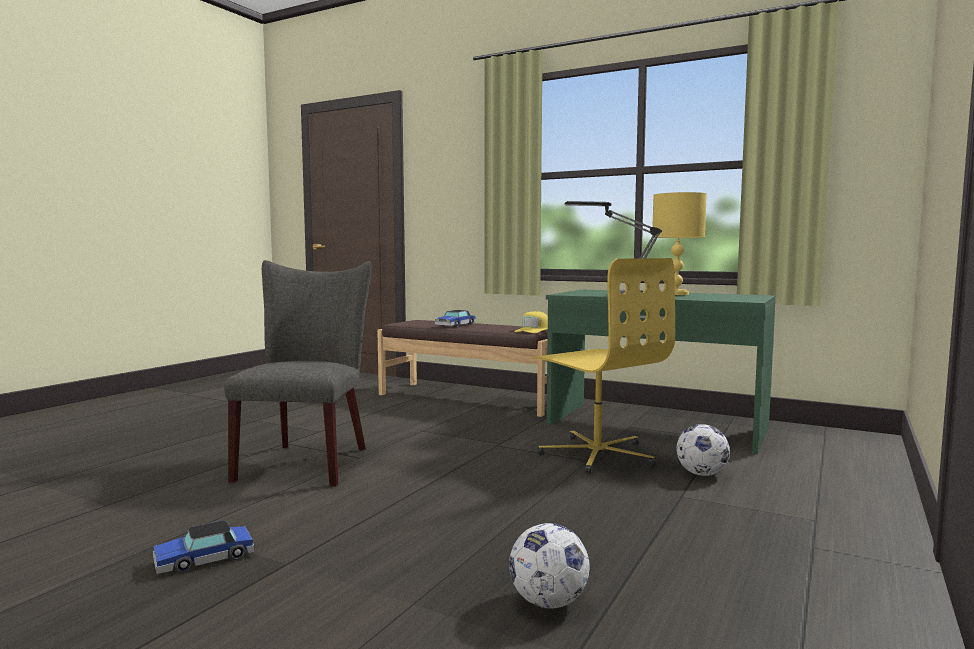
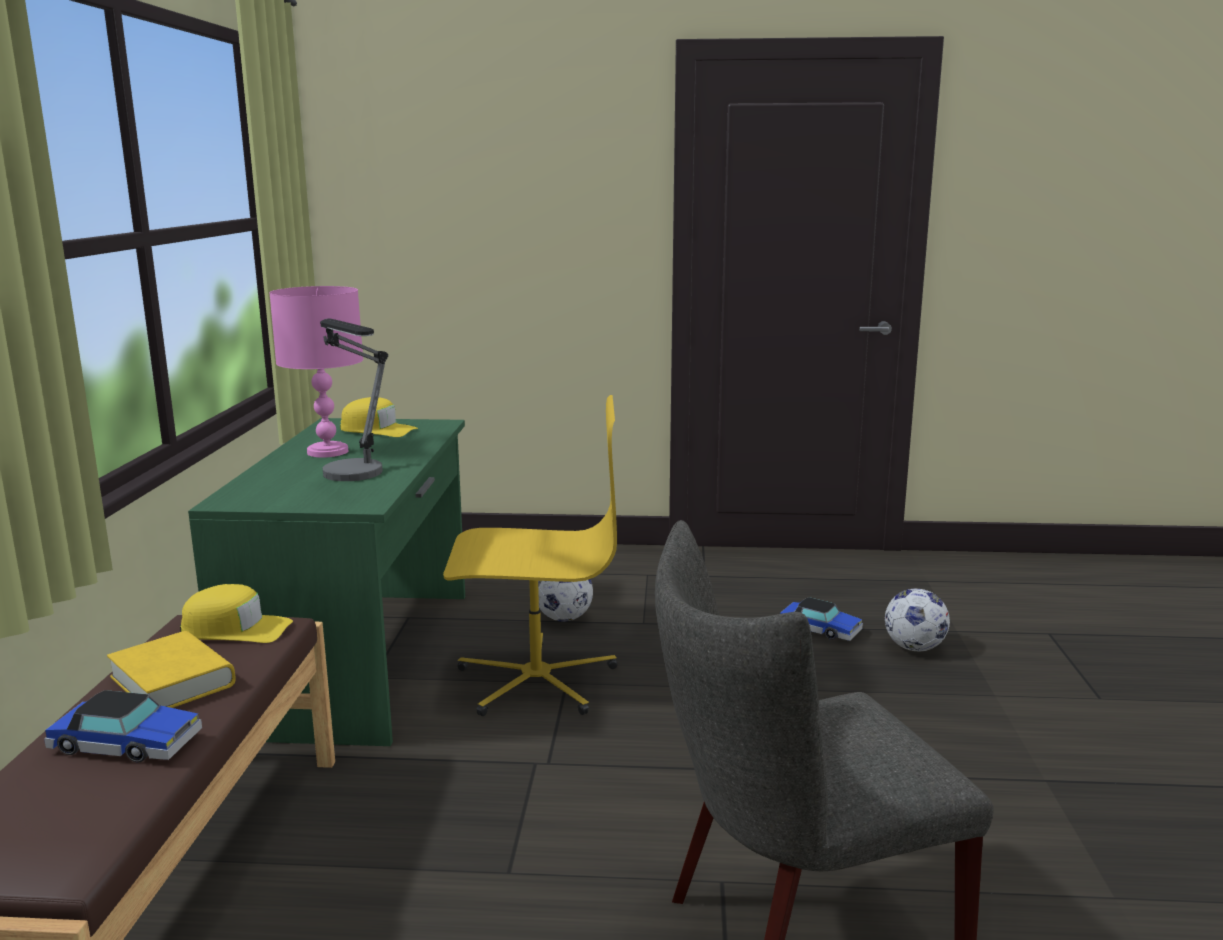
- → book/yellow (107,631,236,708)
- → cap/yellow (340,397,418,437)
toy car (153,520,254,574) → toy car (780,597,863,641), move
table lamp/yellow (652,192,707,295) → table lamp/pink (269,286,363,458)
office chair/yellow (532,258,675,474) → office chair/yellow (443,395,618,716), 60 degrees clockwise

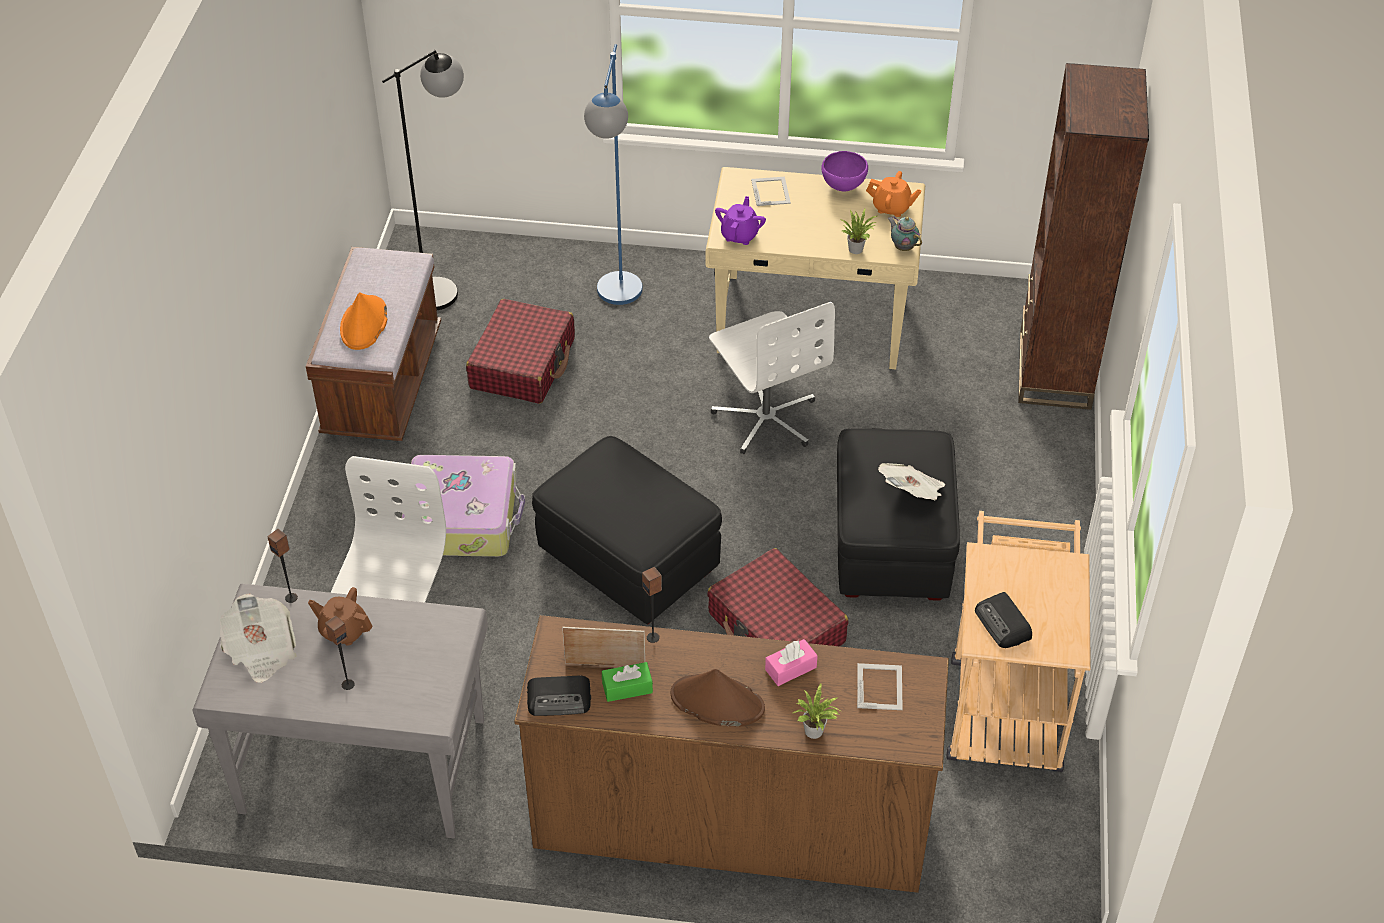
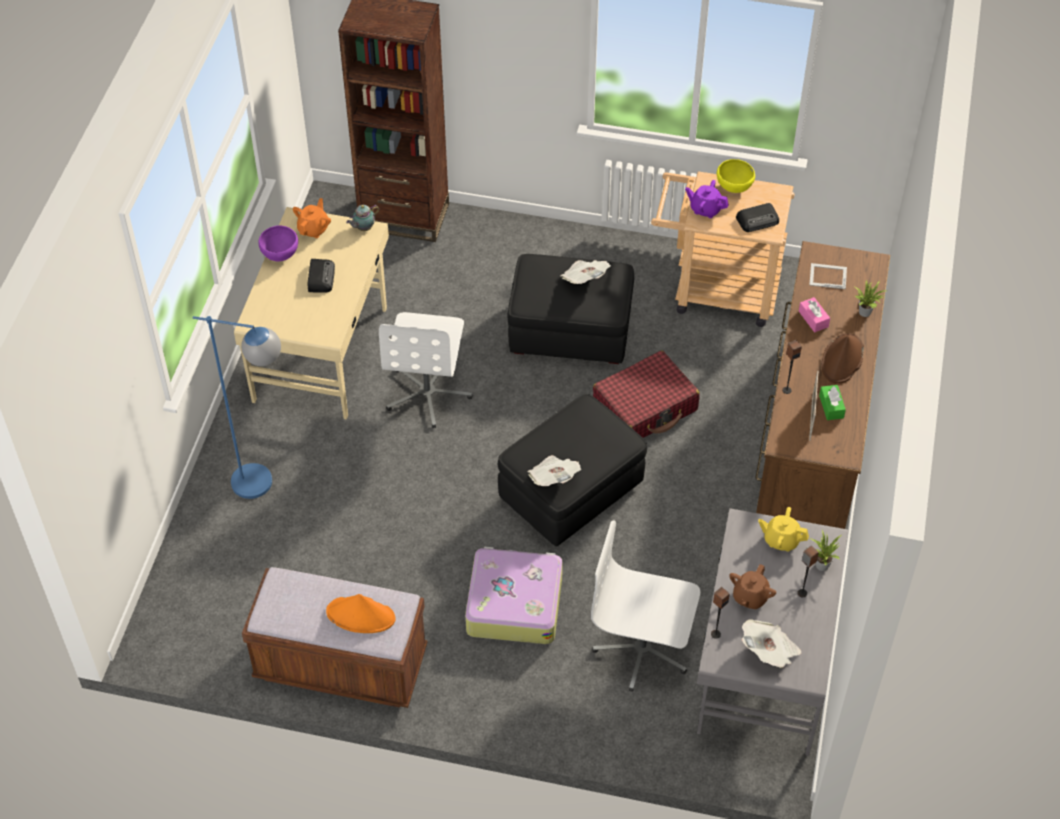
floor lamp/black (382,50,464,310) → -
suitcase/red (466,299,575,404) → -
picture frame (751,177,791,206) → -
- → newspaper (527,455,581,486)
- → bowl/yellow (717,159,755,193)
- → teapot/yellow (758,507,809,551)
radio (527,676,591,716) → radio (308,259,335,293), move
teapot/purple (715,196,766,245) → teapot/purple (685,180,729,218), move
potted plant (840,209,877,254) → potted plant (809,530,841,571), move
office chair/white (709,302,835,454) → office chair/white (379,312,473,428), 120 degrees clockwise

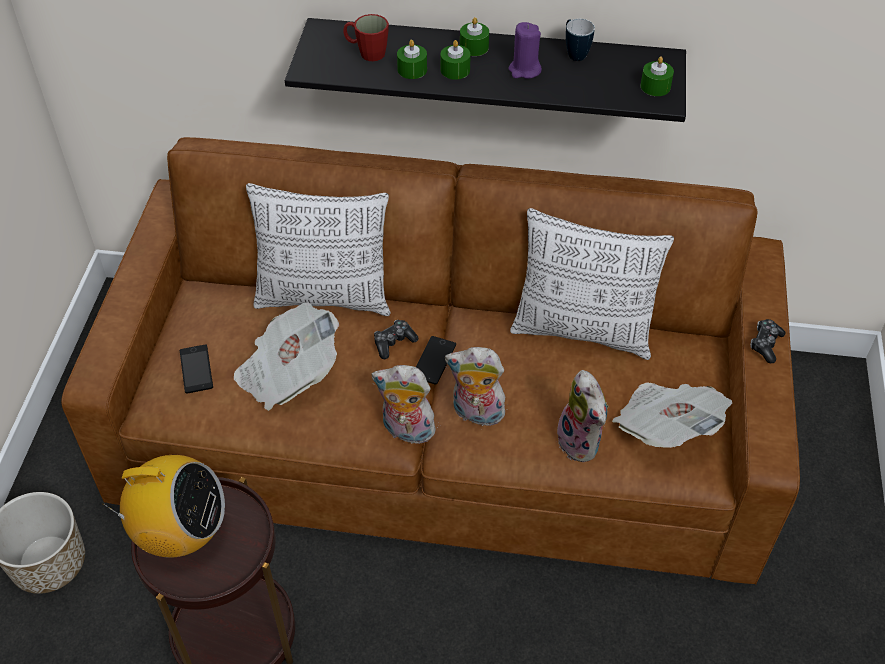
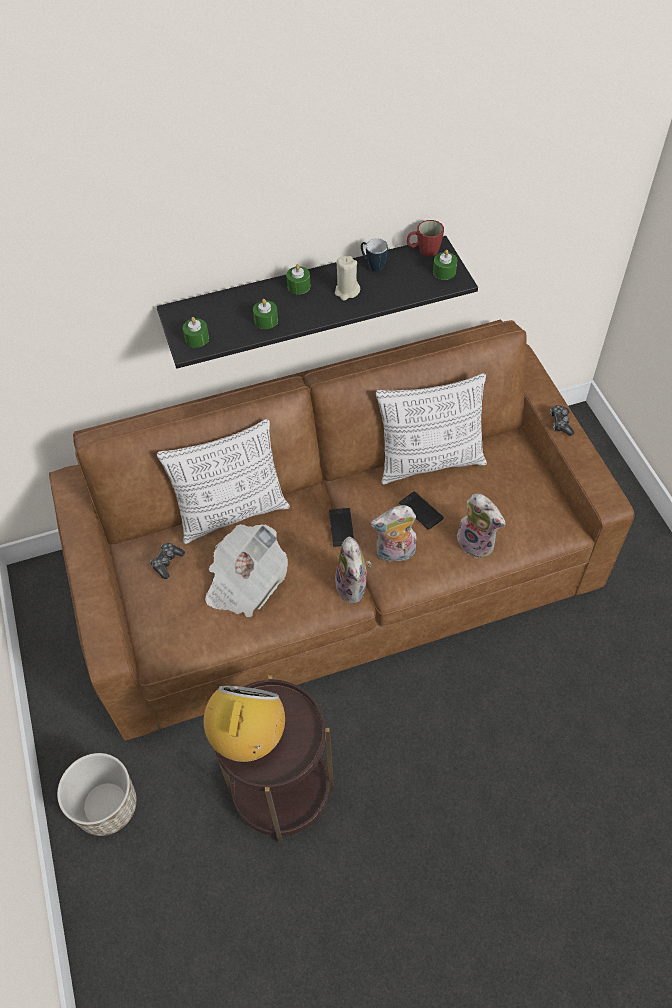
newspaper (612,382,732,448) → -
phone (180,345,213,393) → phone (399,491,444,530), move
mug/red (344,14,389,61) → mug/red (407,220,444,257), move
game controller (374,320,419,359) → game controller (150,543,185,579), move
candle/green (440,40,471,80) → candle/green (183,317,209,348), move
candle/purple (508,22,542,79) → candle/beige (335,256,360,301)
radio (102,455,225,557) → radio (204,686,285,762), 60 degrees counterclockwise
plush toy (371,365,438,444) → plush toy (335,536,372,603), 90 degrees counterclockwise

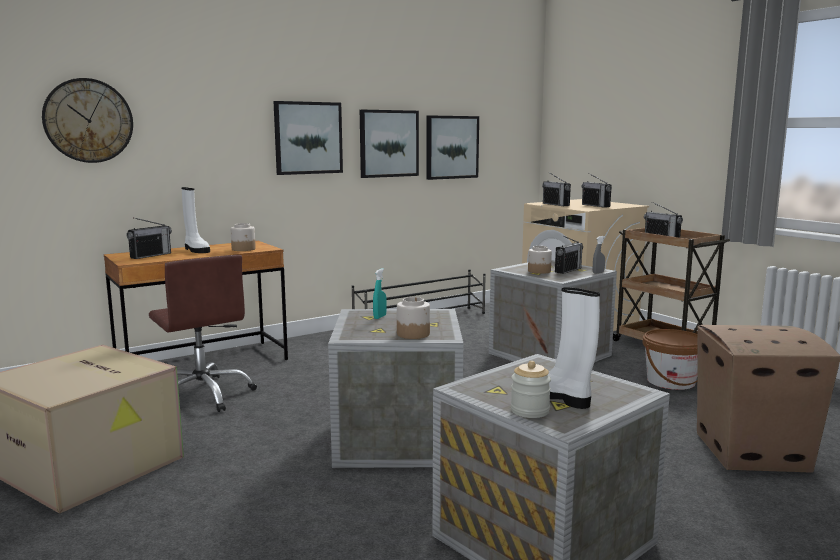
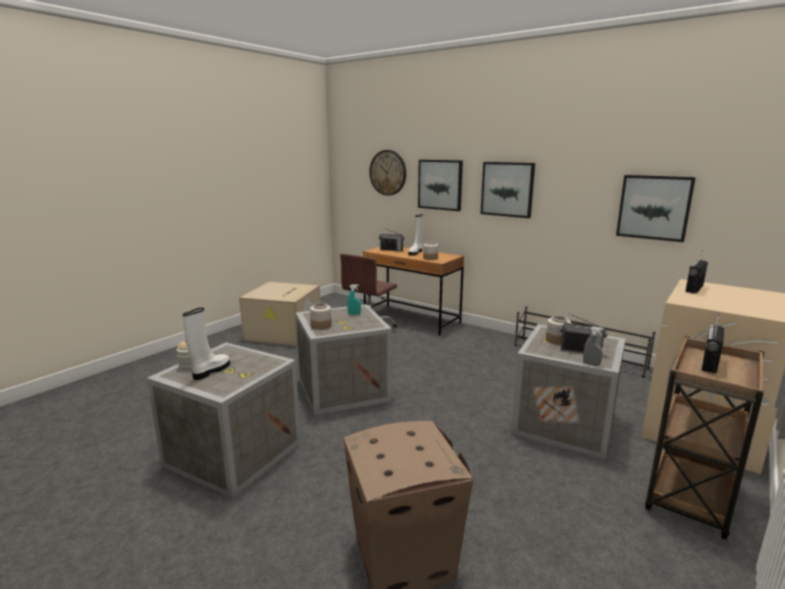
radio (581,173,612,208) → -
bucket/brown (643,329,698,390) → -
picture (360,110,419,178) → picture (418,160,463,211), move

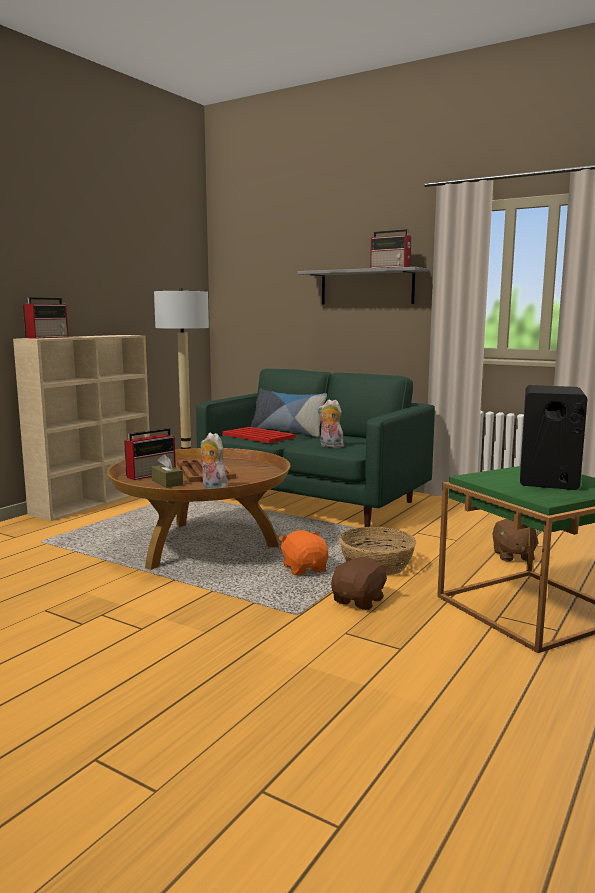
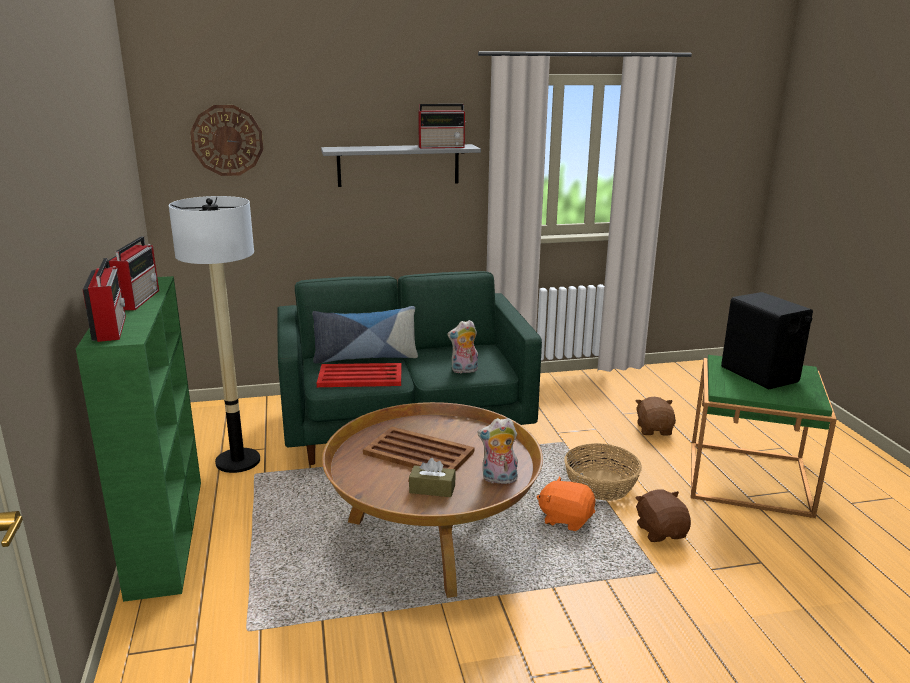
- → wall clock (190,105,263,176)
radio (124,428,176,480) → radio (108,236,159,310), move
bookcase/beige (13,335,150,521) → bookcase/green (76,276,201,602)
plush toy/brown (492,519,541,561) → plush toy/brown (636,397,676,436), 135 degrees counterclockwise

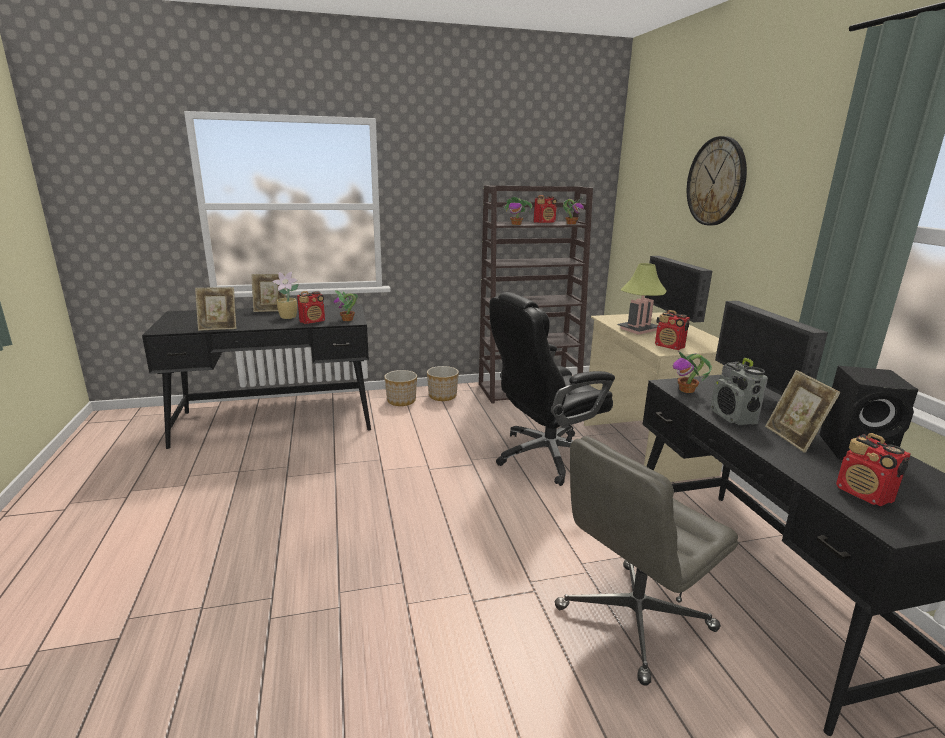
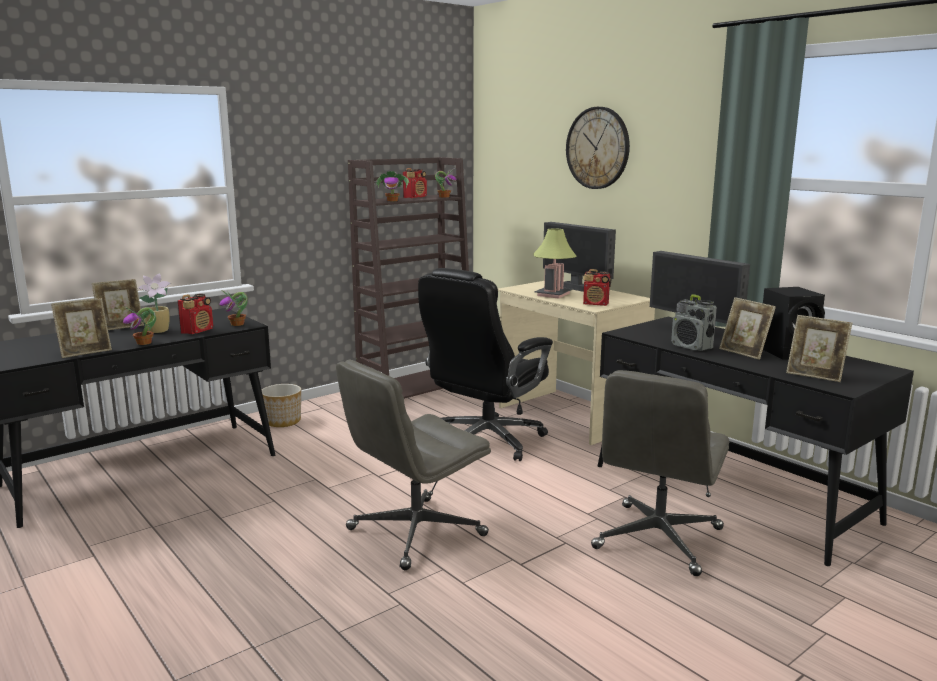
planter (427,366,459,401) → -
- → office chair/grey (336,359,491,570)
potted plant (673,351,712,393) → potted plant (123,306,156,345), move
radio (836,433,911,506) → picture frame (786,315,852,382)

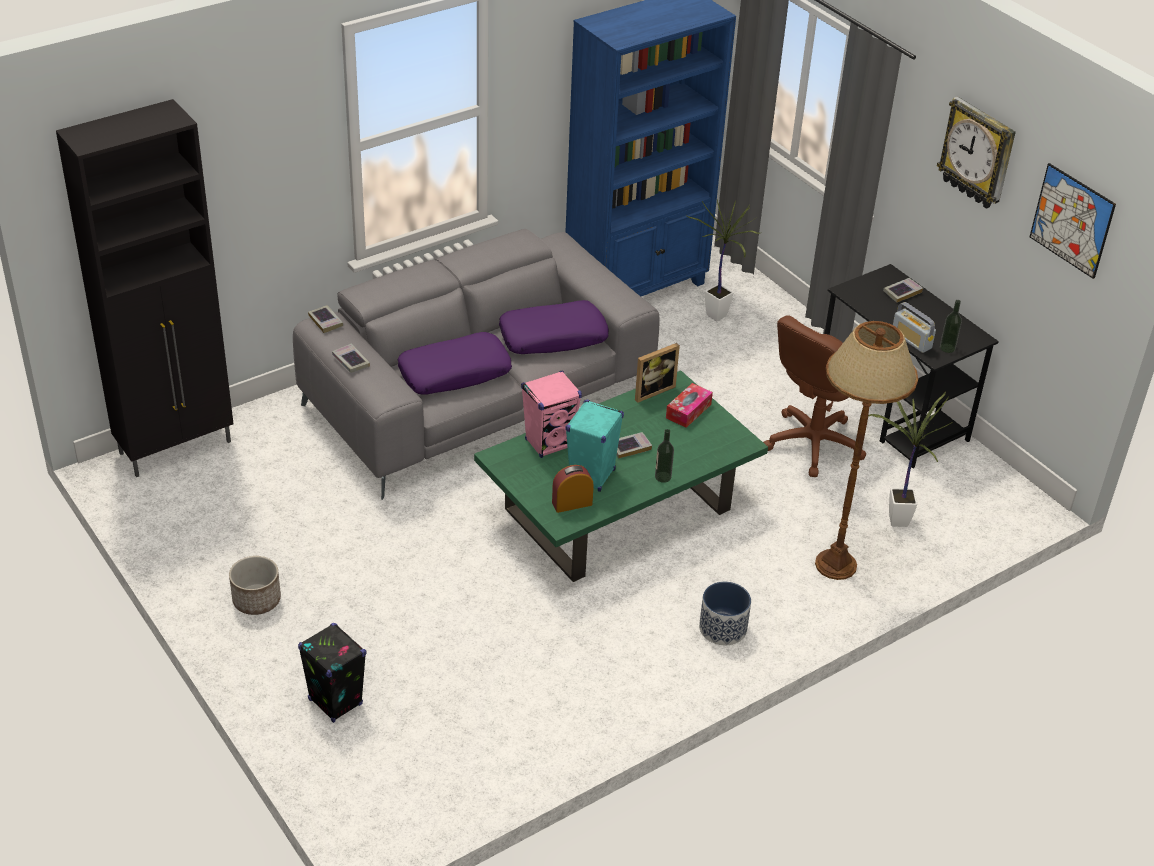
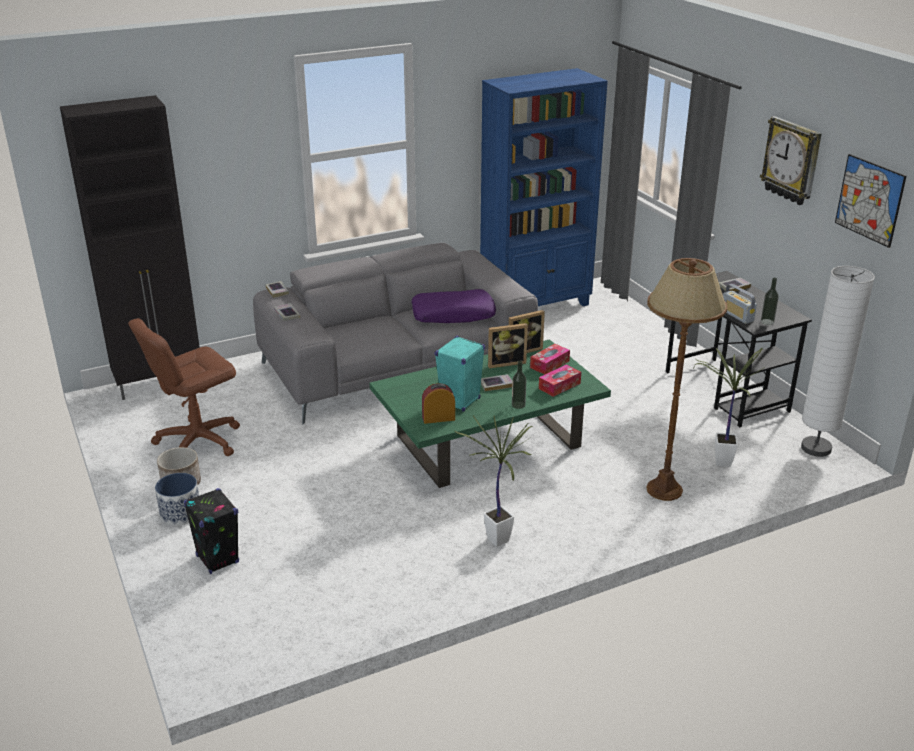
pillow/purple (397,332,512,395) → -
speaker/pink (521,371,582,458) → -
- → picture frame (488,323,528,368)
- → tissue box (539,364,581,397)
- → floor lamp/white (801,266,875,457)
potted plant (686,200,760,321) → potted plant (454,416,532,547), move
planter (699,582,751,645) → planter (155,473,199,526), move
office chair/brown (763,315,866,477) → office chair/brown (128,318,240,456), move

